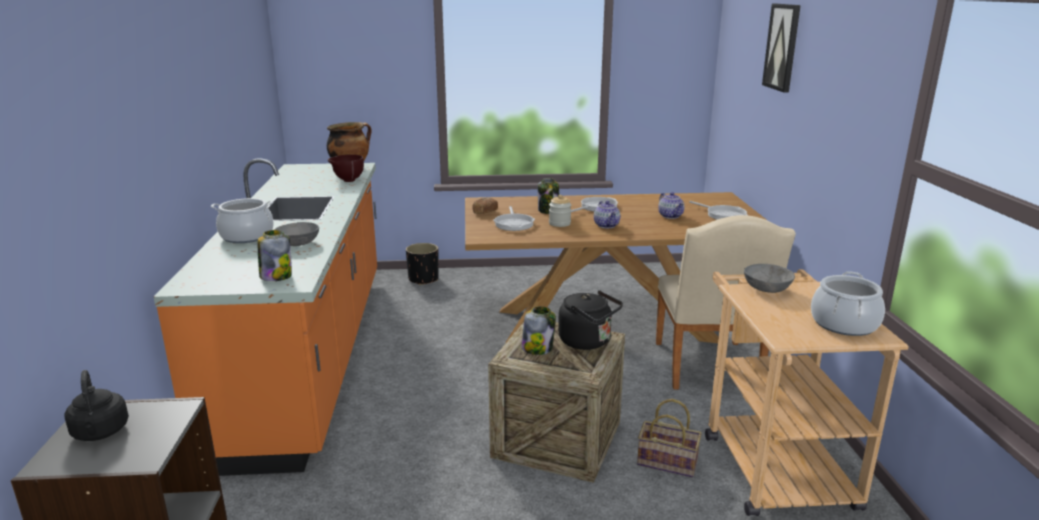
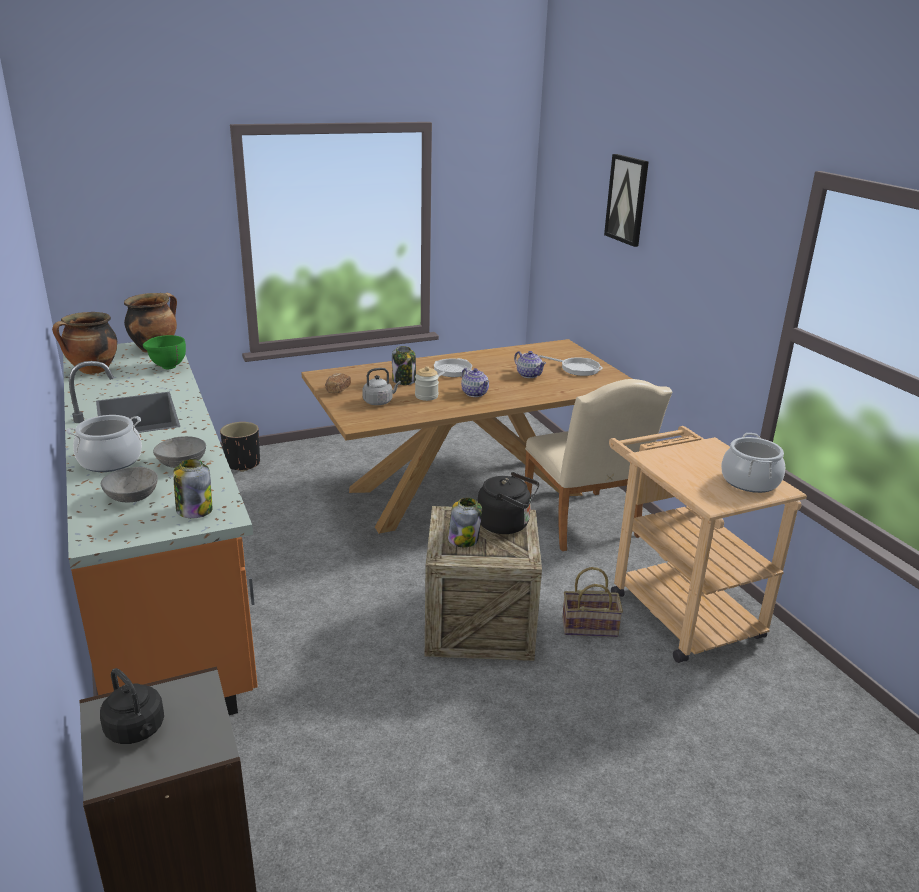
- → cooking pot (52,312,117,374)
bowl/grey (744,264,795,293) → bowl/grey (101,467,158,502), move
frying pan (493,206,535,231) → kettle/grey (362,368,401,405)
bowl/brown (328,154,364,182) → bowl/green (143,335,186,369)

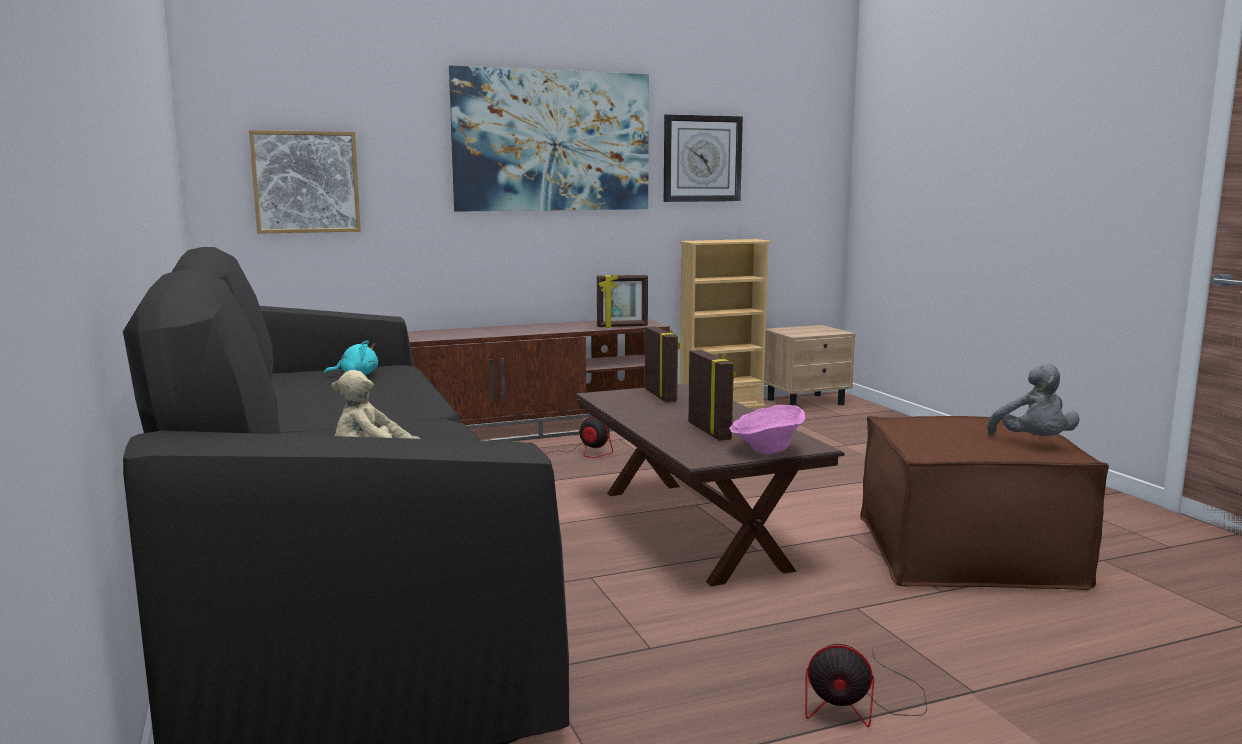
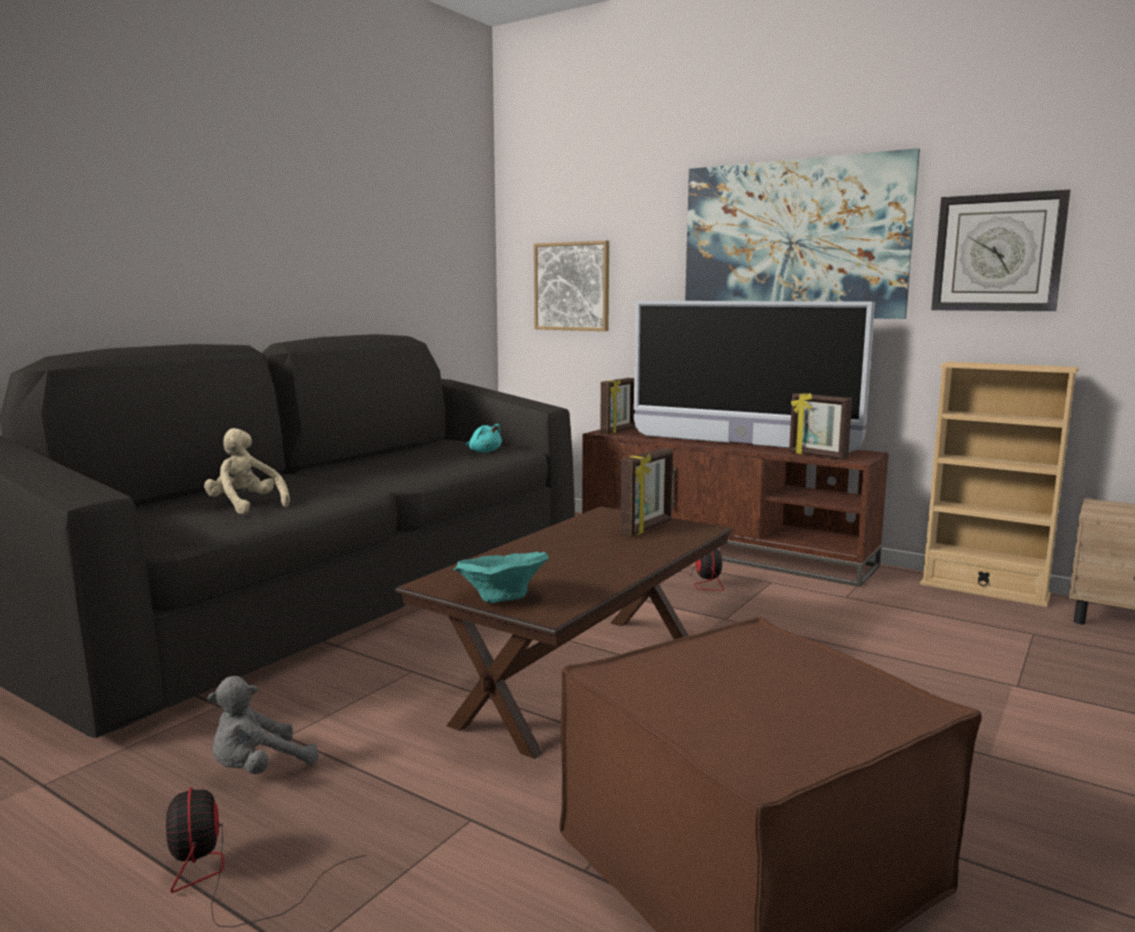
- → television (634,301,875,452)
picture frame (688,350,736,441) → picture frame (600,378,635,434), move
plush toy/grey (987,364,1080,436) → plush toy/grey (207,676,318,774), move
bowl/pink (729,405,805,454) → bowl/turquoise (454,552,549,603)

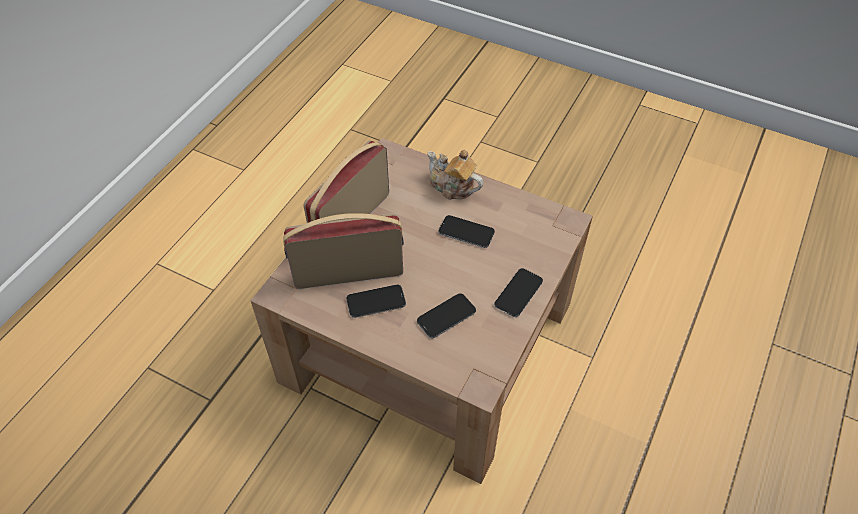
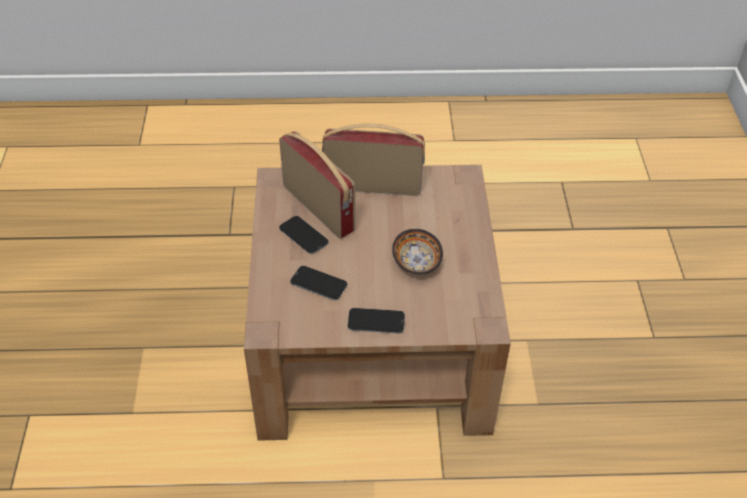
teapot (427,149,483,200) → -
phone (439,215,495,248) → bowl (392,229,443,275)

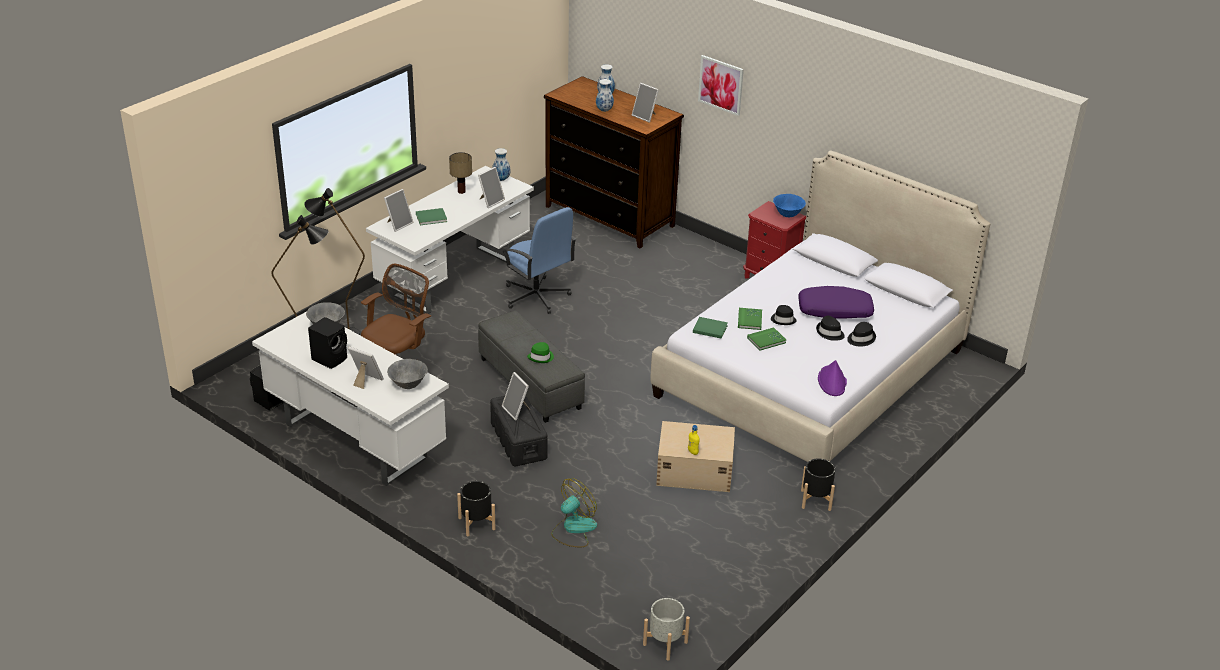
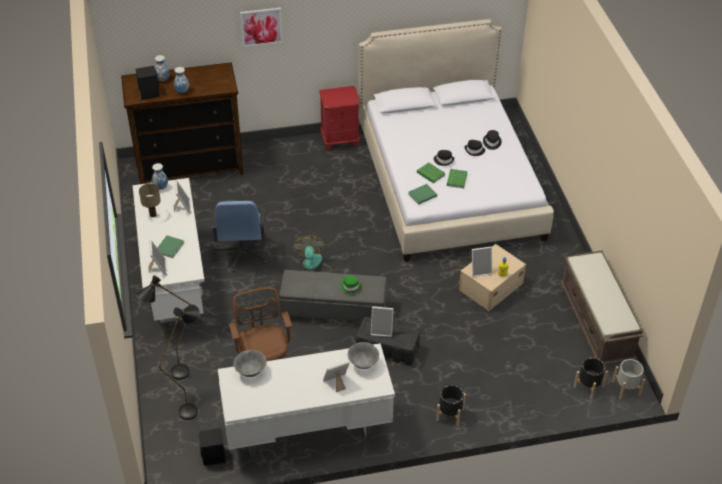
bowl/blue (773,194,806,217) → -
pillow/purple (798,286,874,318) → -
hat/purple (818,360,847,396) → -
- → bench/brown (560,251,643,365)
speaker/black (308,317,347,369) → speaker/black (136,66,160,100), move
fan (552,478,597,547) → fan (293,235,332,273), move
picture frame (632,83,659,122) → picture frame (472,247,492,277), move
planter/black (801,458,835,511) → planter/black (574,357,608,399), move
office chair/blue (502,207,576,314) → office chair/blue (212,201,267,272), 90 degrees clockwise

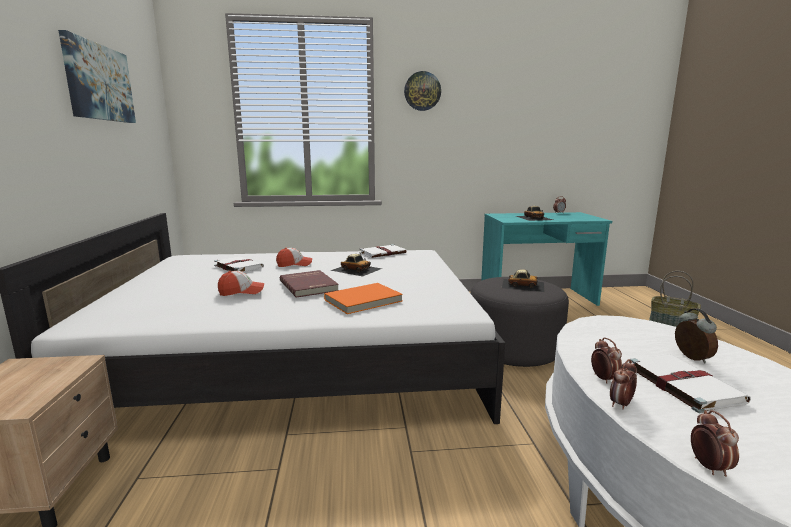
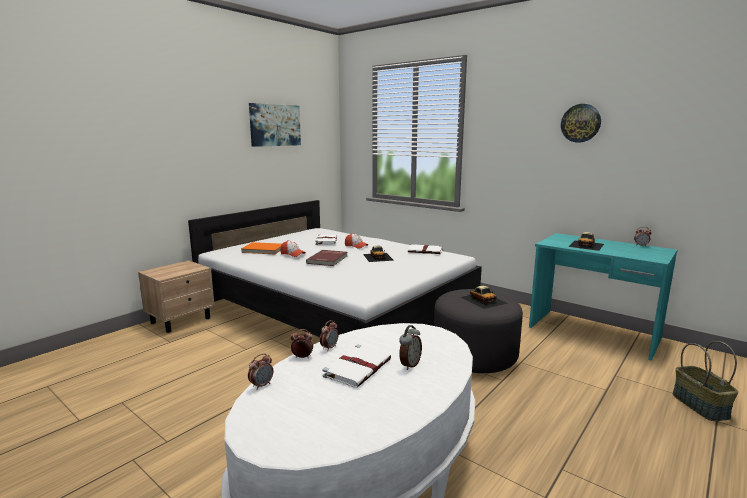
book/orange (324,283,403,314) → book/orange (241,242,282,254), move
wall clock (404,71,441,111) → wall clock (561,104,601,143), move

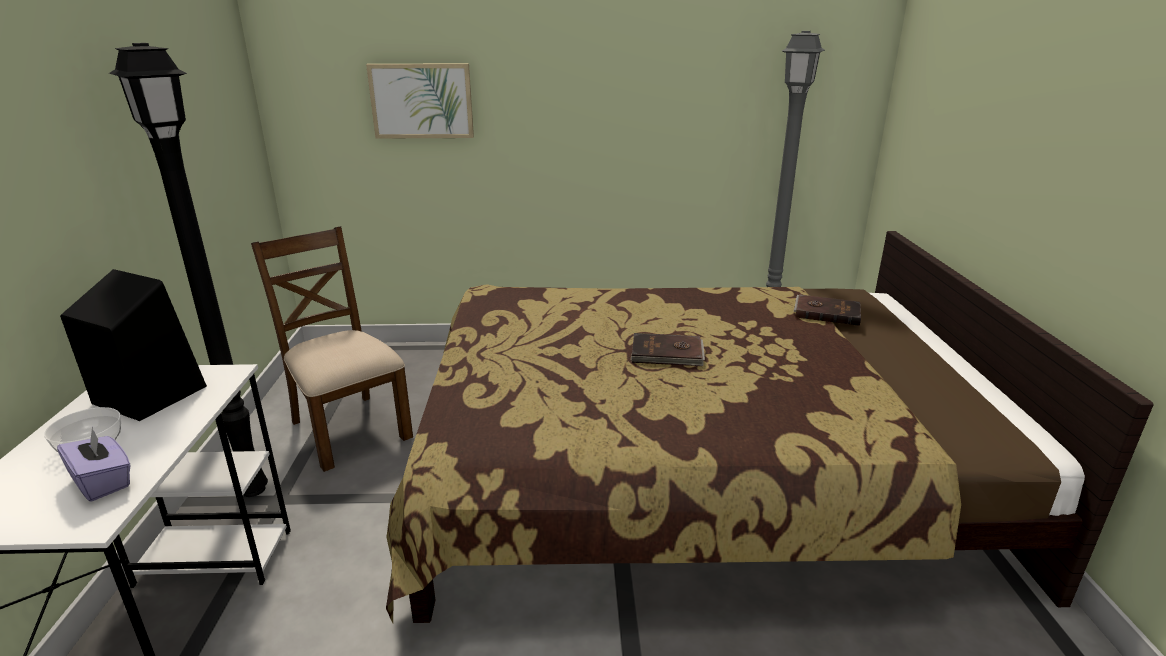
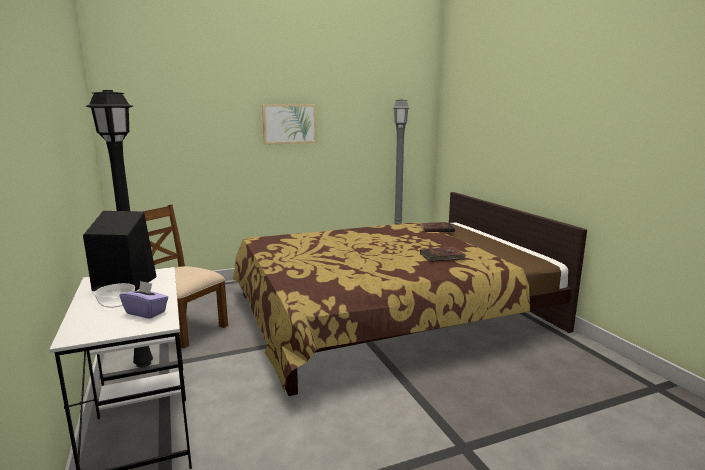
picture (366,64,474,139) → picture (262,104,317,145), move
book/brown (630,333,705,366) → book/brown (420,247,466,262), move

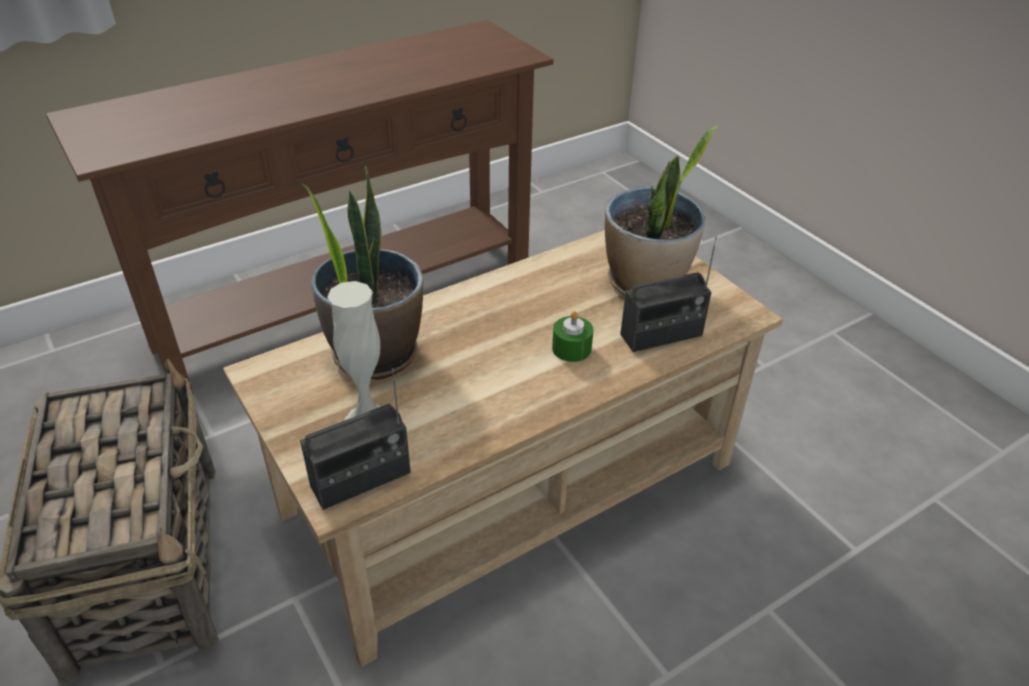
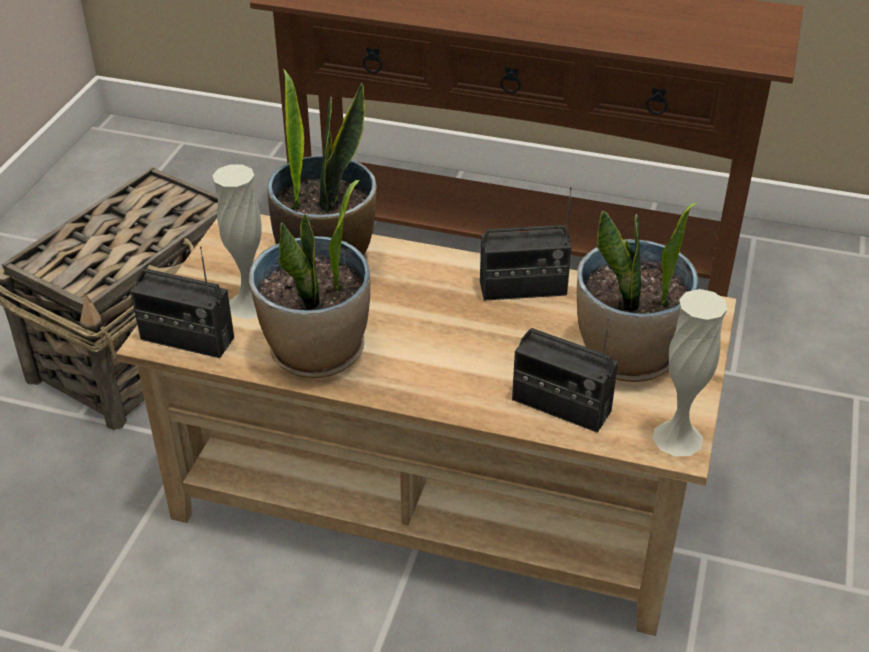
candle/green (552,311,593,362) → -
- → potted plant (249,180,370,378)
- → radio (480,187,572,301)
- → vase/white (653,289,727,456)

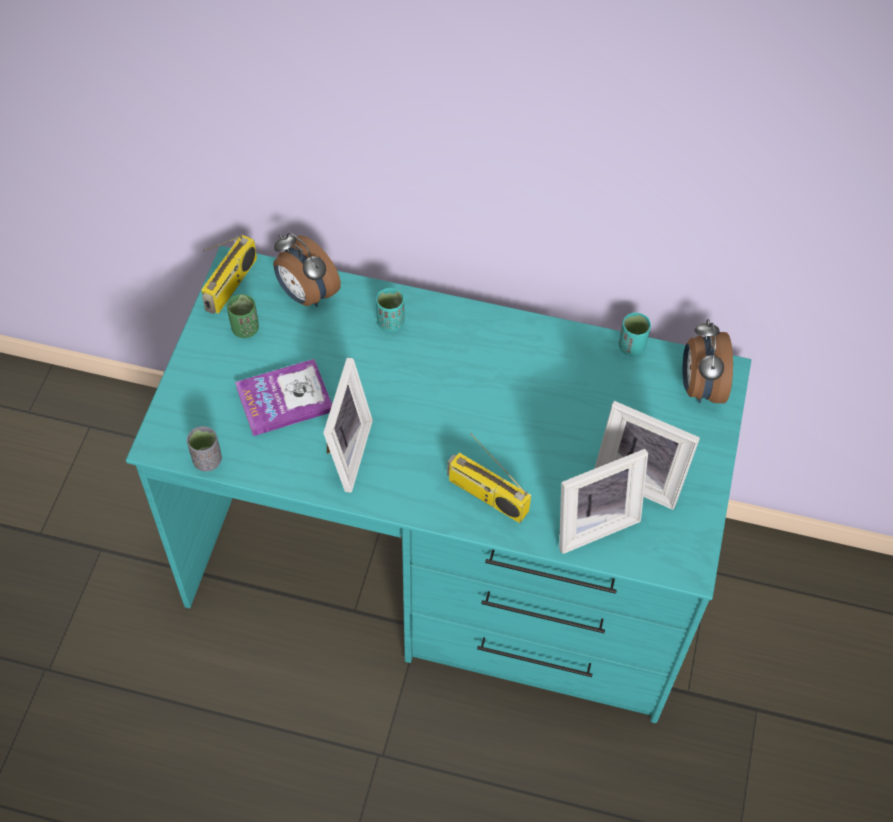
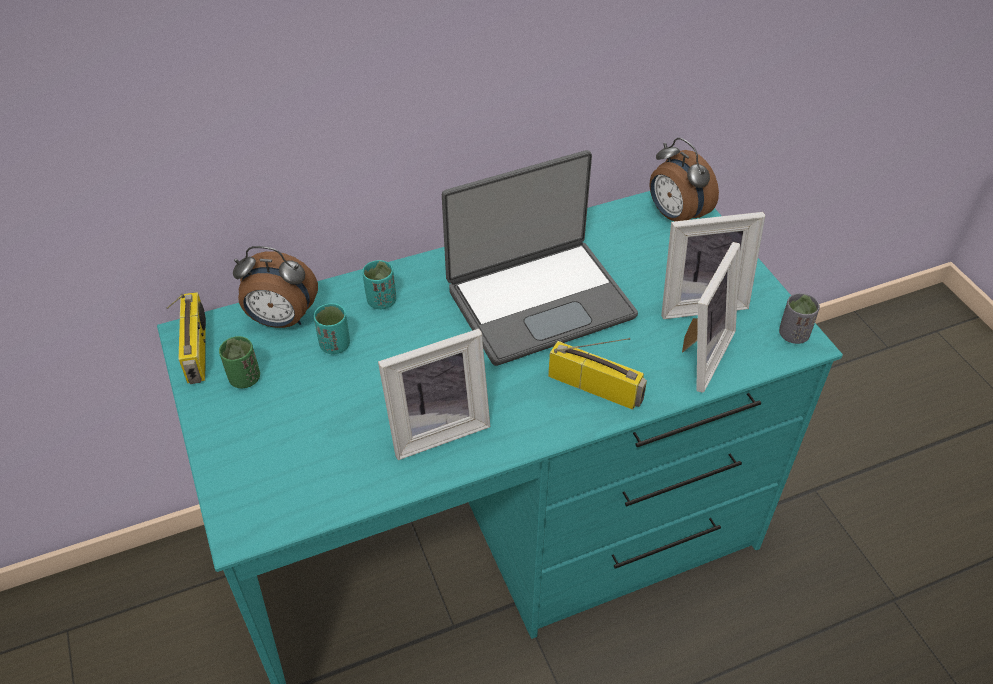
book (235,359,332,436) → -
- → laptop (442,150,638,366)
cup/grey (187,426,222,472) → cup/grey (779,293,820,344), move
cup/turquoise (619,313,651,356) → cup/turquoise (314,303,350,354), move
picture frame (323,358,373,493) → picture frame (378,329,490,460), 90 degrees clockwise
radio (447,433,531,523) → radio (548,338,647,410), 150 degrees counterclockwise

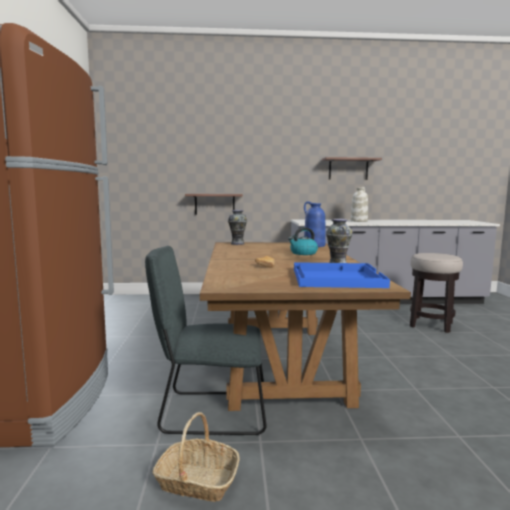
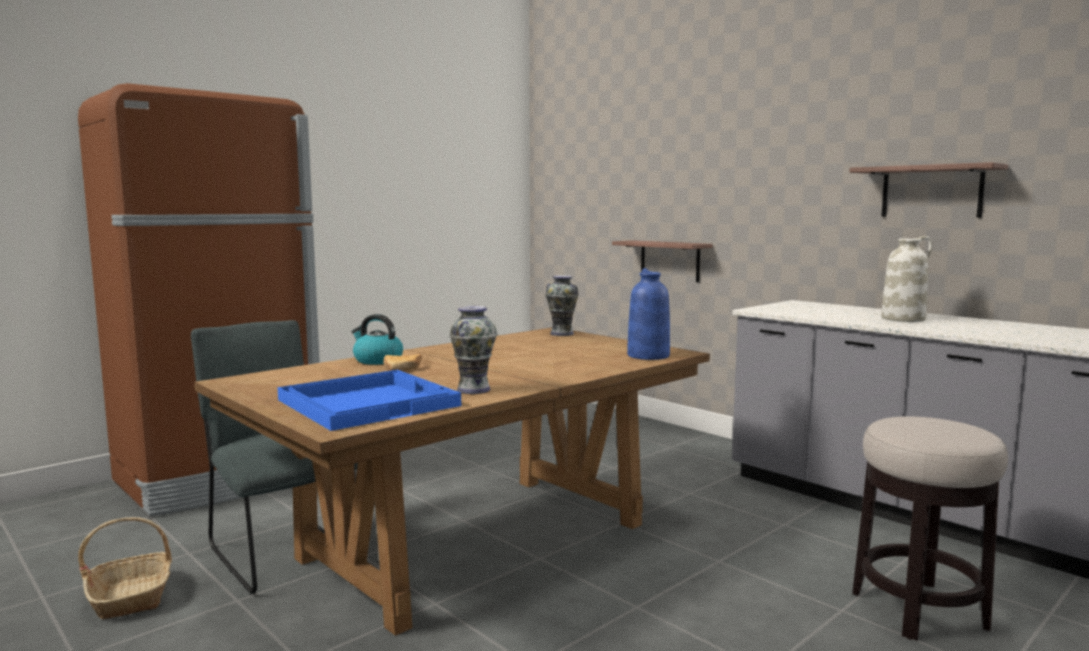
kettle (288,227,318,255) → kettle (352,314,403,365), move

